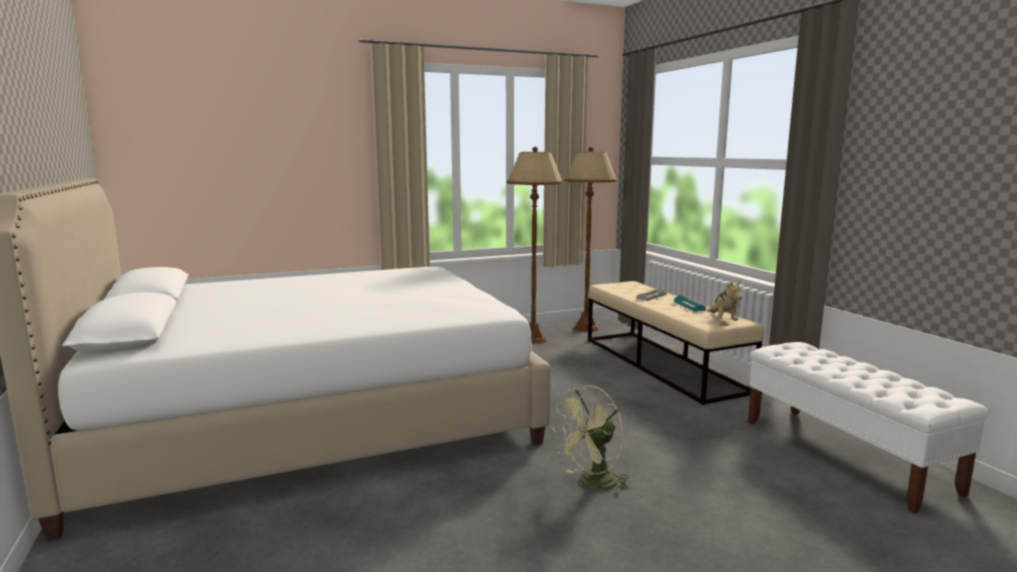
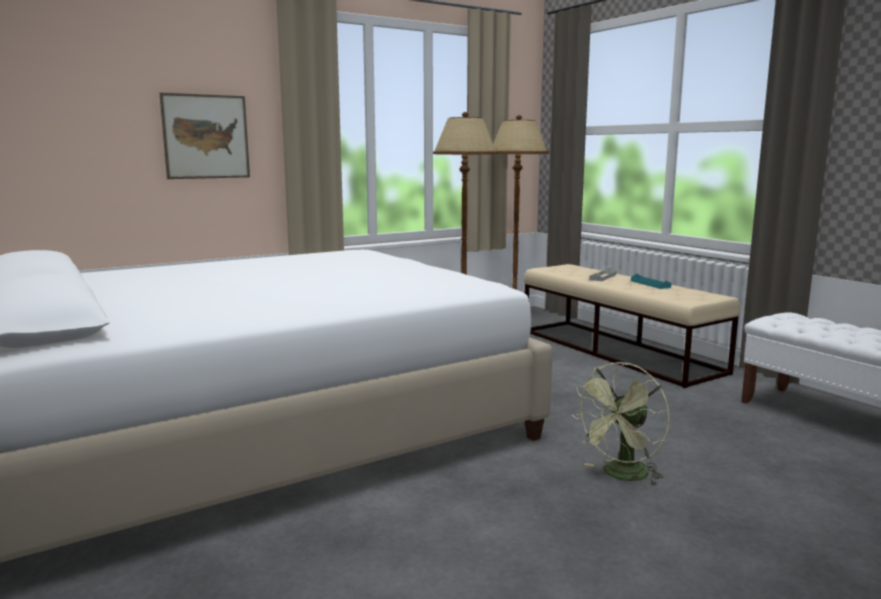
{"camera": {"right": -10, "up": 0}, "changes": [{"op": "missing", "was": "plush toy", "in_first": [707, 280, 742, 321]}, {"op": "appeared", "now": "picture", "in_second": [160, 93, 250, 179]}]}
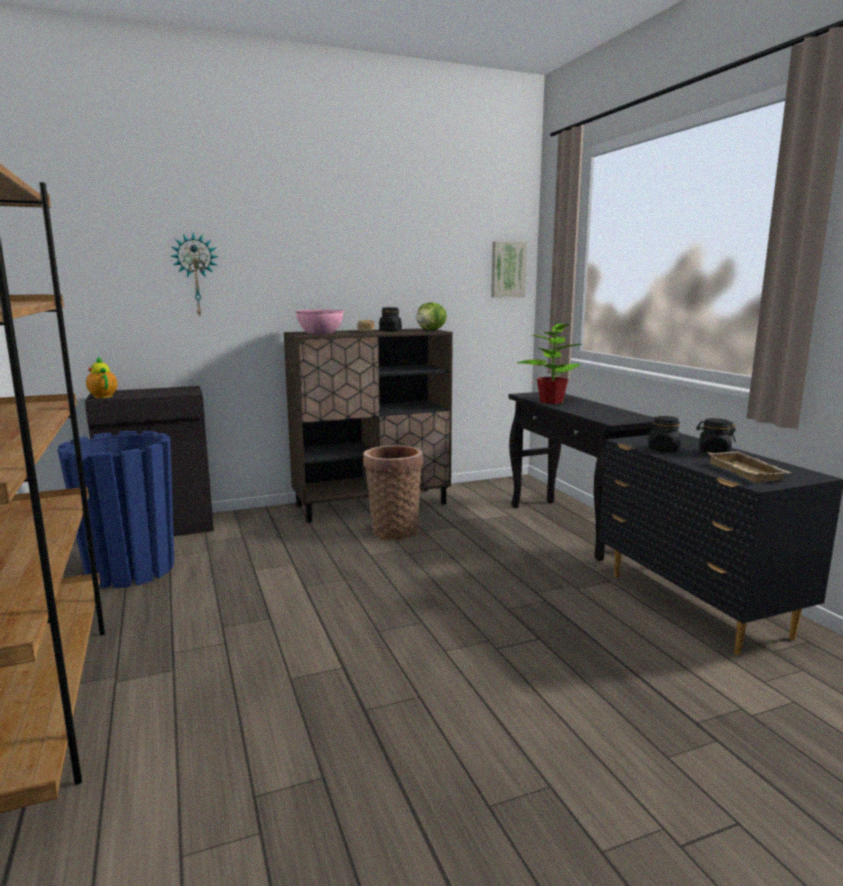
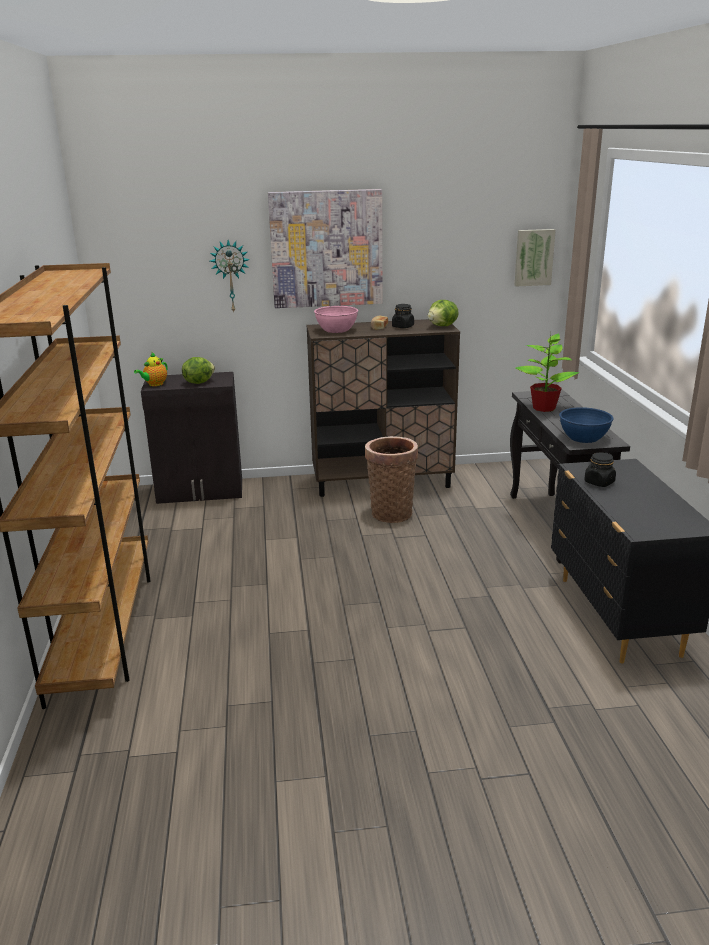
{"camera": {"right": 15, "up": 10}, "changes": [{"op": "missing", "was": "blue planter", "in_first": [57, 431, 174, 588]}, {"op": "spun", "was": "teapot", "in_first": [86, 356, 118, 398], "in_second": [134, 352, 168, 386], "clockwise": -120}, {"op": "missing", "was": "black jar", "in_first": [696, 418, 736, 454]}, {"op": "missing", "was": "beige tray", "in_first": [707, 451, 791, 483]}, {"op": "appeared", "now": "lettuce", "in_second": [182, 357, 215, 384]}, {"op": "appeared", "now": "picture", "in_second": [268, 189, 383, 308]}, {"op": "appeared", "now": "blue bowl", "in_second": [559, 407, 614, 443]}]}
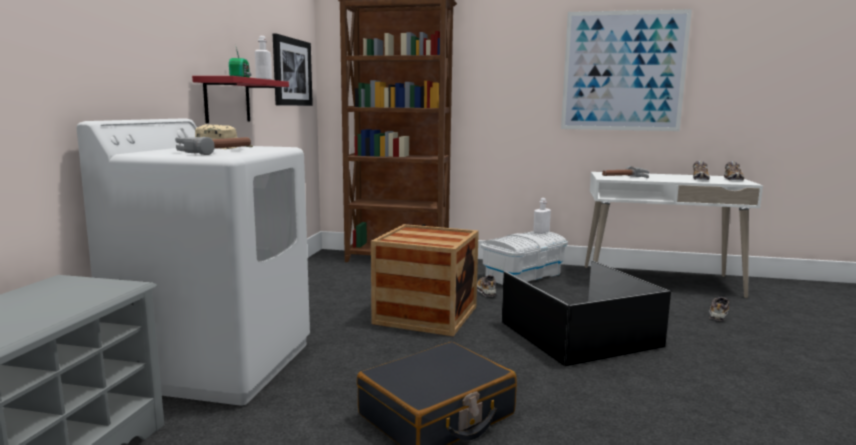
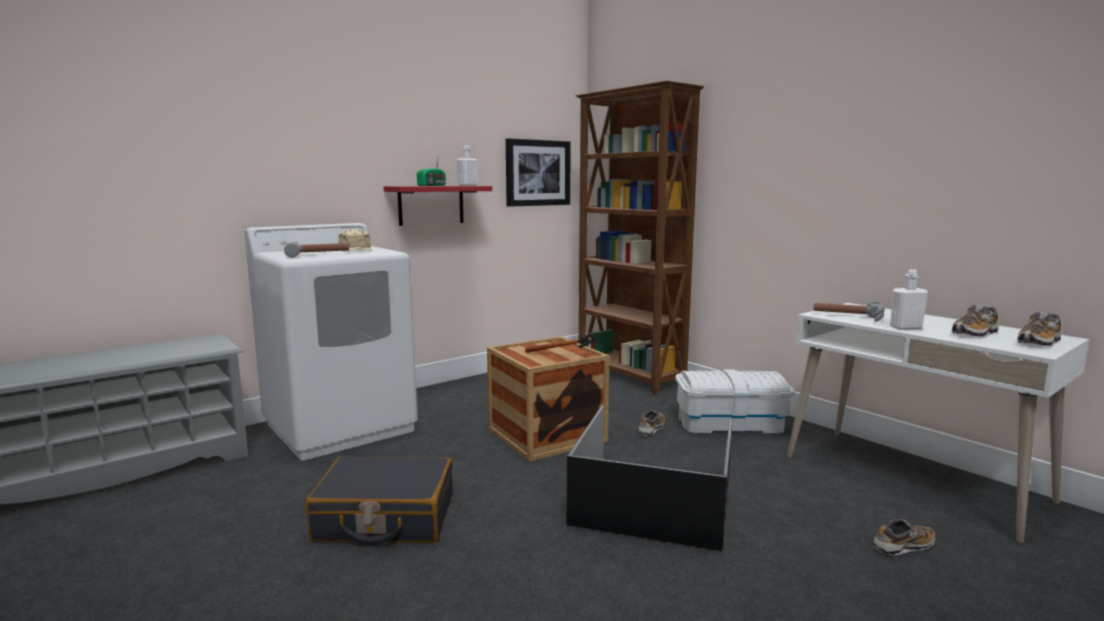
{"camera": {"right": 40, "up": 0}, "changes": [{"op": "relocated", "was": "white bottle", "in_first": [533, 198, 551, 234], "in_second": [890, 269, 928, 330]}, {"op": "missing", "was": "picture", "in_first": [561, 9, 692, 131]}, {"op": "appeared", "now": "hammer", "in_second": [525, 332, 596, 353]}]}
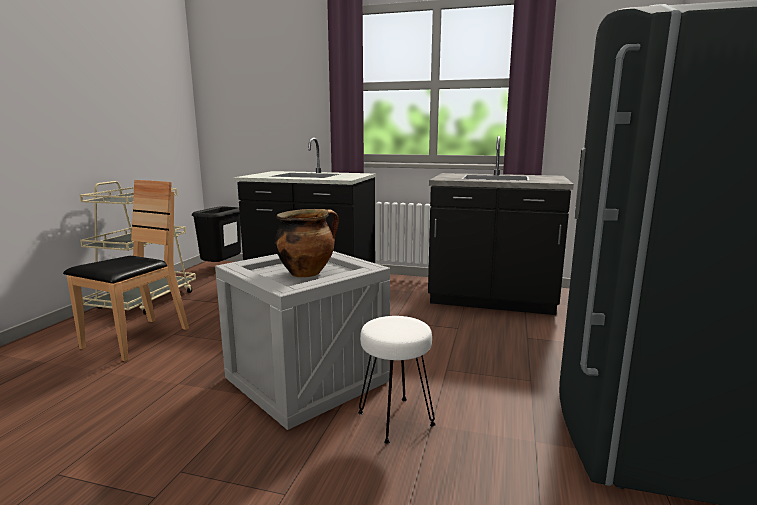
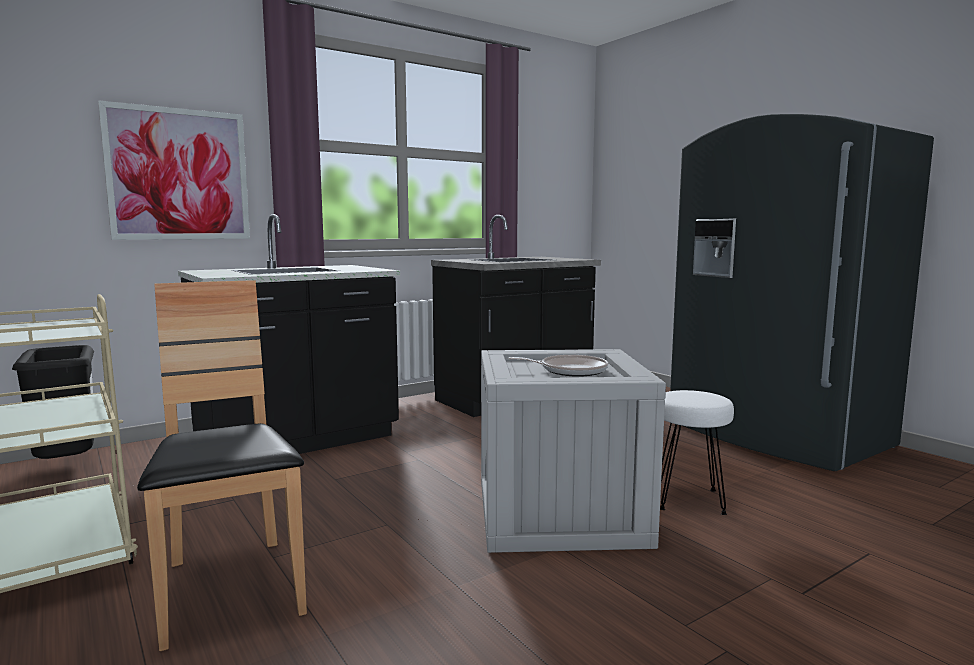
{"camera": {"right": -50, "up": -5}, "changes": [{"op": "exchanged", "was": "cooking pot", "now": "frying pan", "in_first": [275, 209, 339, 277], "in_second": [508, 355, 608, 377]}, {"op": "appeared", "now": "picture", "in_second": [98, 100, 250, 240]}]}
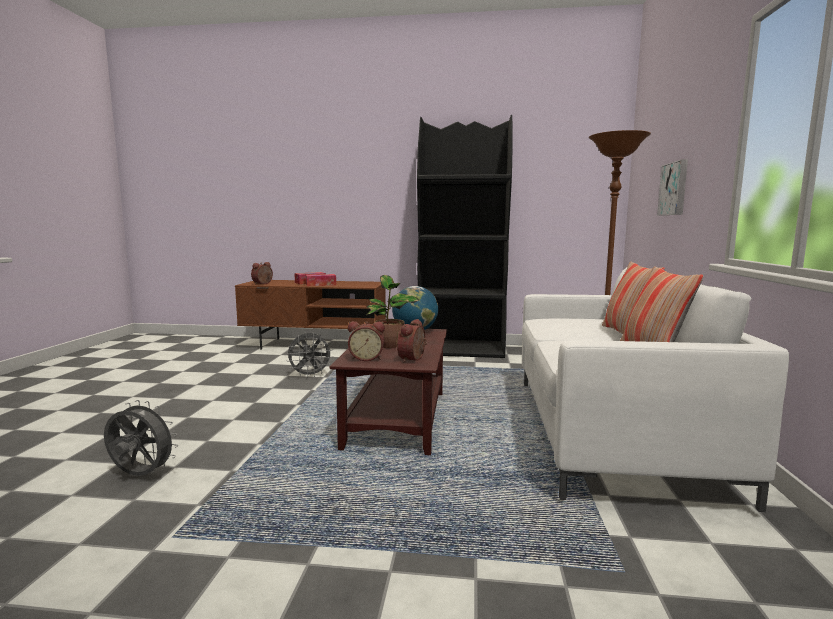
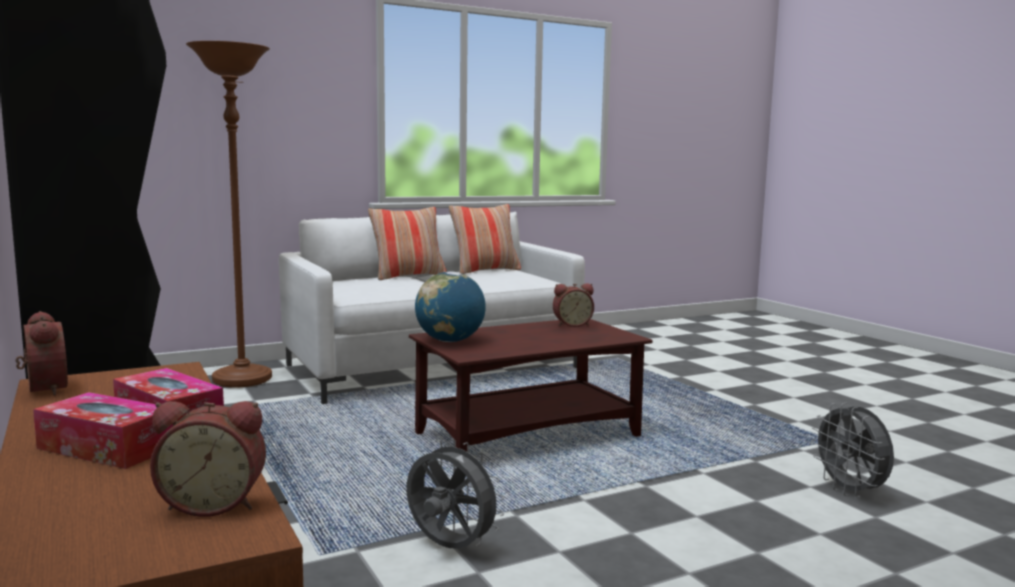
{"camera": {"right": -125, "up": 0}, "changes": [{"op": "relocated", "was": "alarm clock", "in_first": [348, 321, 385, 361], "in_second": [15, 311, 68, 395]}, {"op": "missing", "was": "potted plant", "in_first": [367, 275, 419, 348]}, {"op": "missing", "was": "picture", "in_first": [657, 159, 688, 216]}]}
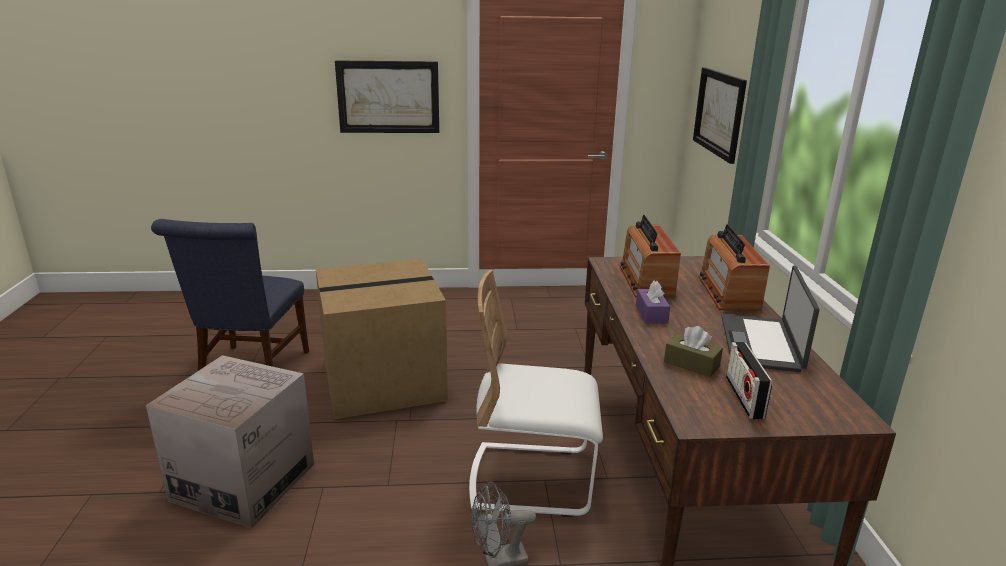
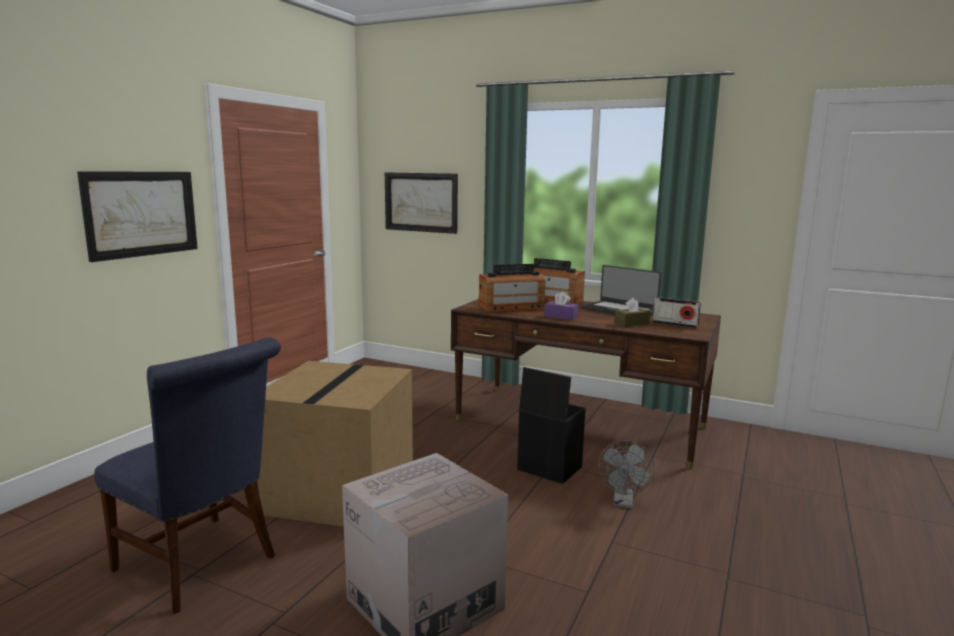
{"camera": {"right": -60, "up": -10}, "changes": [{"op": "exchanged", "was": "white chair", "now": "black storage box", "in_first": [469, 270, 603, 517], "in_second": [517, 367, 585, 484]}, {"op": "spun", "was": "radio", "in_first": [620, 215, 681, 297], "in_second": [479, 264, 545, 313], "clockwise": -45}]}
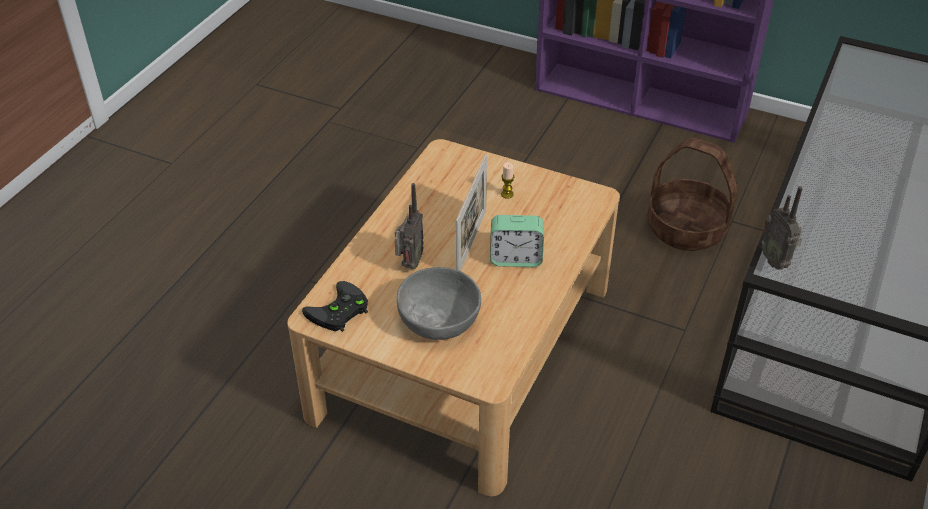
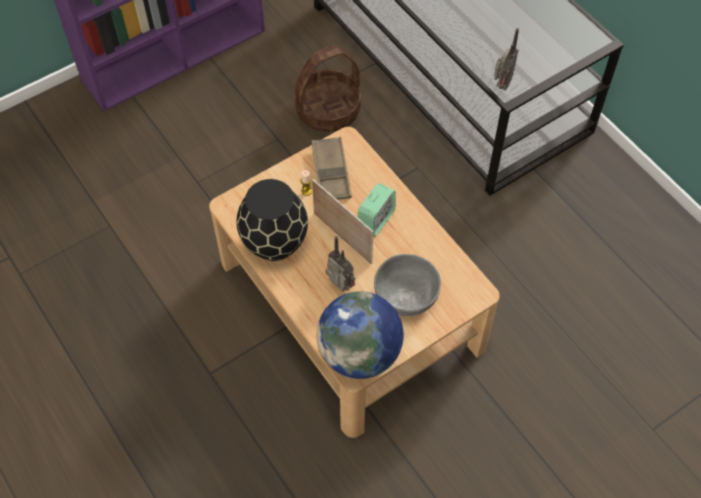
{"camera": {"right": -60, "up": 15}, "changes": [{"op": "exchanged", "was": "black game controller", "now": "globe", "in_first": [302, 281, 368, 332], "in_second": [317, 292, 404, 379]}, {"op": "spun", "was": "radio", "in_first": [762, 186, 803, 270], "in_second": [494, 28, 519, 90], "clockwise": -75}, {"op": "appeared", "now": "black vase", "in_second": [236, 179, 308, 261]}, {"op": "appeared", "now": "brown tray", "in_second": [312, 137, 352, 200]}]}
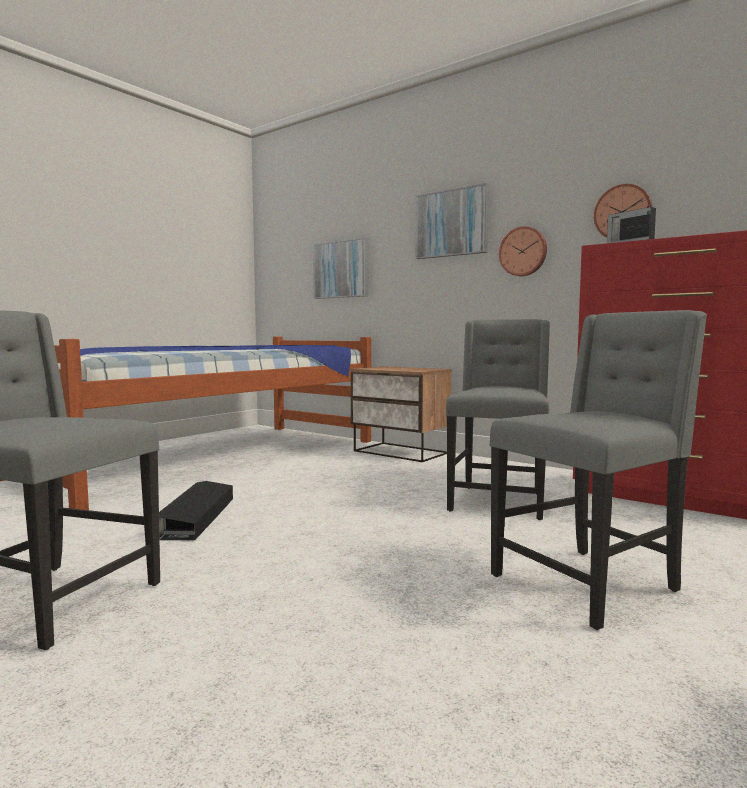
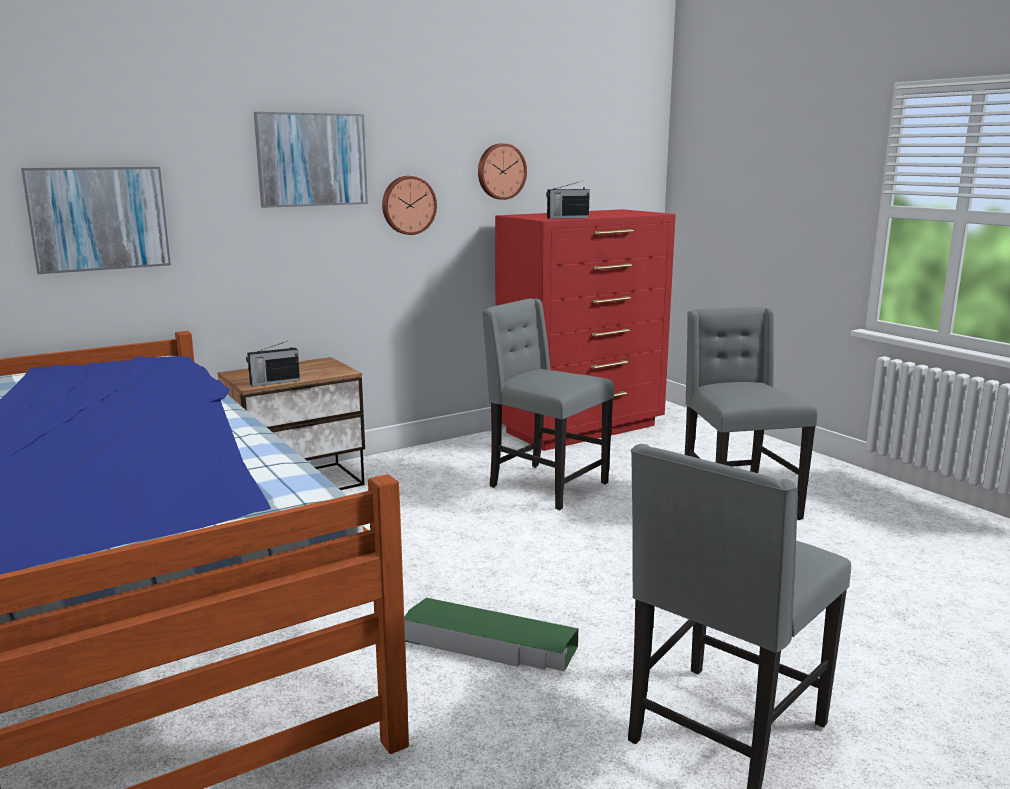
{"camera": {"right": -70, "up": 10}, "changes": [{"op": "colour", "was": "black storage box", "now": "green storage box", "in_first": [159, 481, 233, 540], "in_second": [404, 598, 578, 671]}, {"op": "appeared", "now": "radio", "in_second": [246, 341, 300, 387]}]}
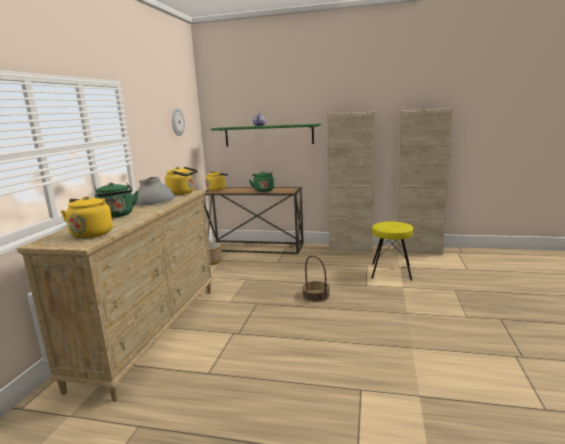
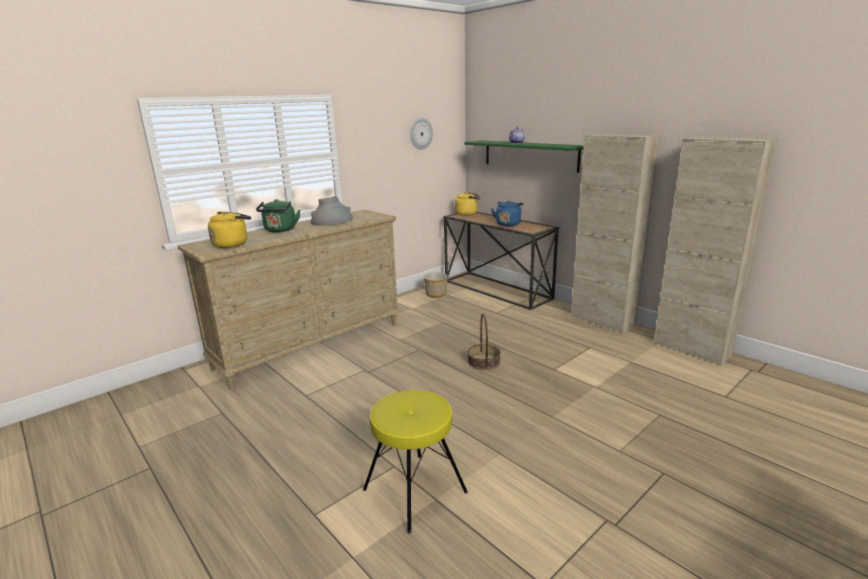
{"camera": {"right": 35, "up": 5}, "changes": [{"op": "missing", "was": "yellow kettle", "in_first": [165, 167, 198, 195]}, {"op": "colour", "was": "green kettle", "now": "blue kettle", "in_first": [249, 171, 274, 192], "in_second": [491, 201, 523, 226]}, {"op": "relocated", "was": "yellow stool", "in_first": [371, 222, 413, 281], "in_second": [363, 390, 468, 534]}]}
